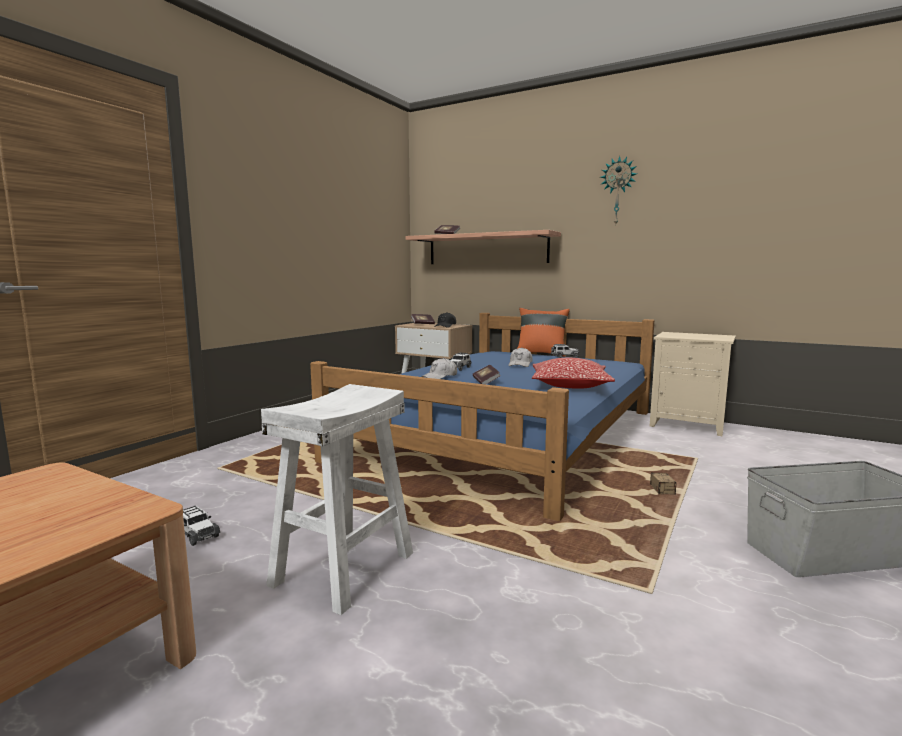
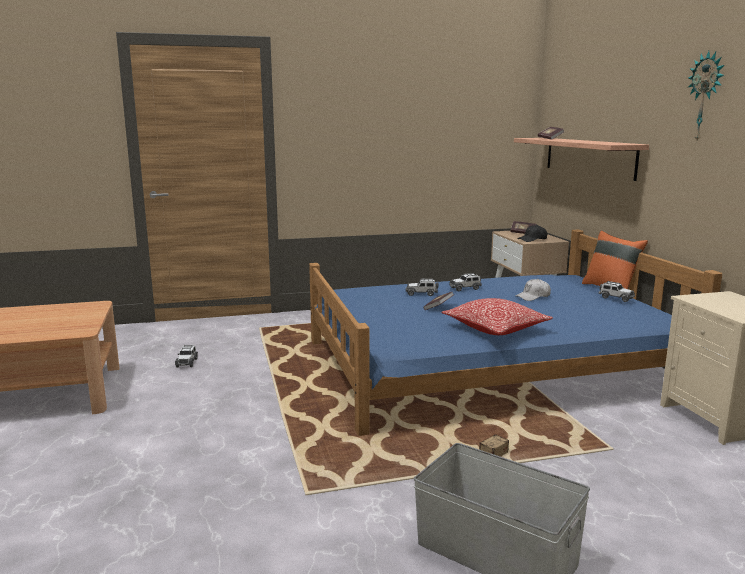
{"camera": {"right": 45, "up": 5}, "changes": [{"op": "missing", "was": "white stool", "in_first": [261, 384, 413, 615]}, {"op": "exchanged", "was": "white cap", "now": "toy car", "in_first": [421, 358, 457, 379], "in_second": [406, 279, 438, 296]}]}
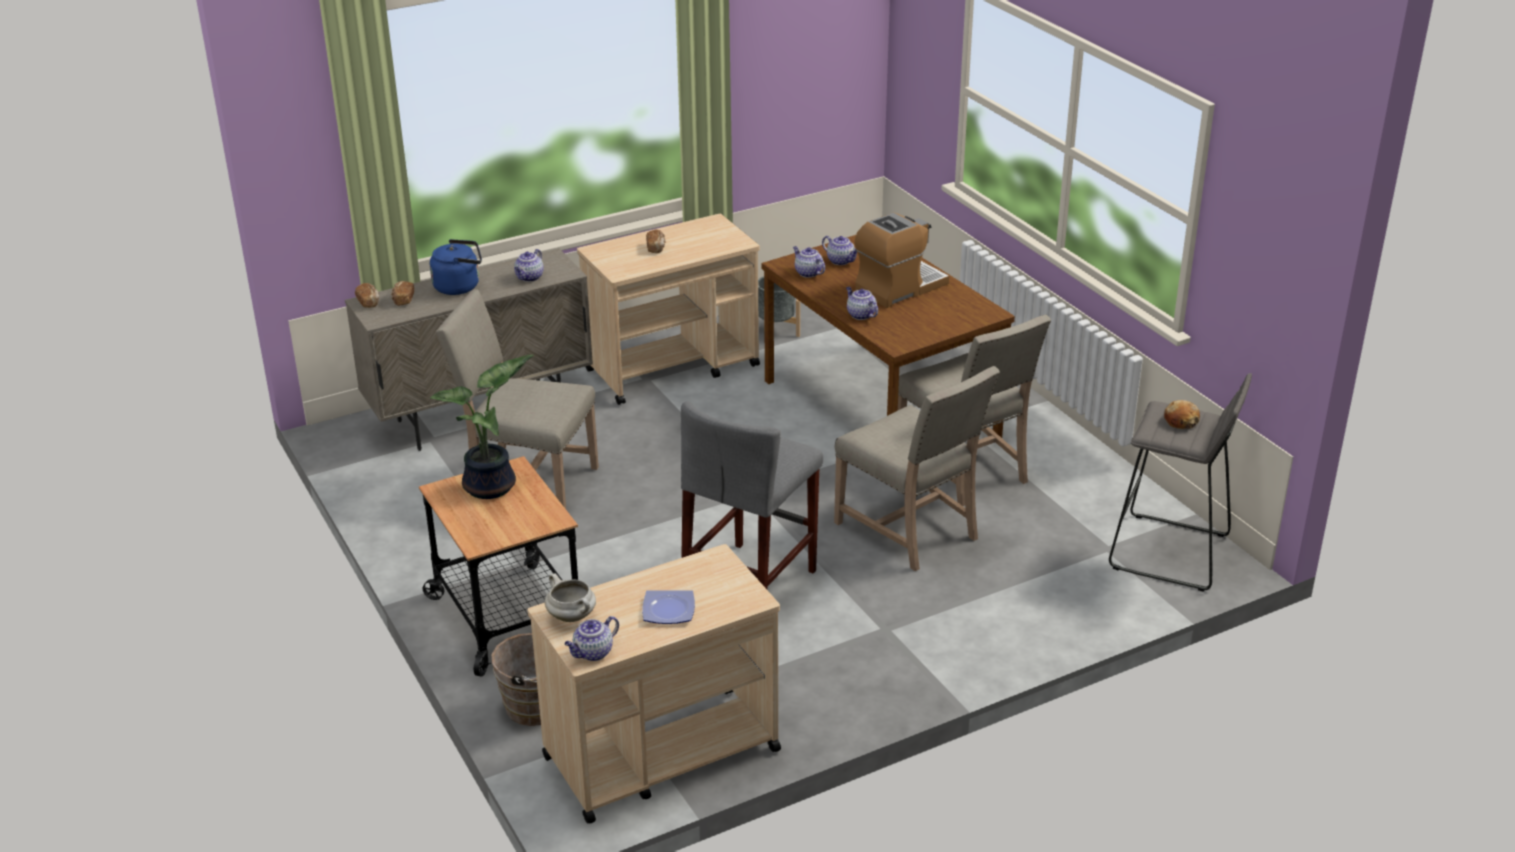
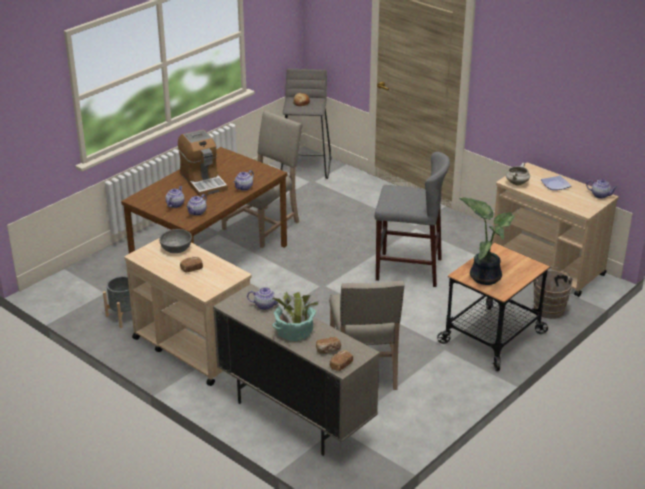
{"camera": {"right": -110, "up": 0}, "changes": [{"op": "exchanged", "was": "blue kettle", "now": "potted plant", "in_first": [430, 239, 482, 295], "in_second": [272, 291, 319, 341]}, {"op": "relocated", "was": "white cooking pot", "in_first": [545, 574, 596, 622], "in_second": [506, 163, 530, 185]}, {"op": "missing", "was": "beige chair", "in_first": [834, 366, 1000, 571]}, {"op": "spun", "was": "coffee machine", "in_first": [854, 213, 949, 308], "in_second": [178, 130, 228, 197], "clockwise": -150}, {"op": "appeared", "now": "grey bowl", "in_second": [159, 229, 192, 253]}]}
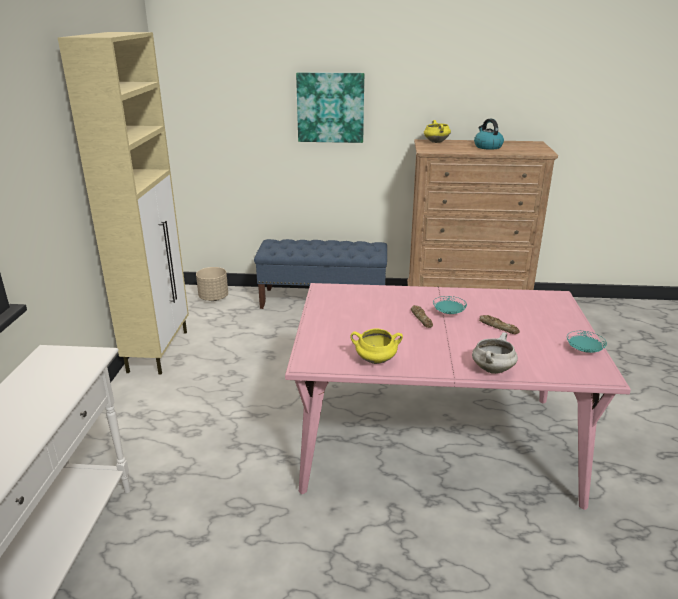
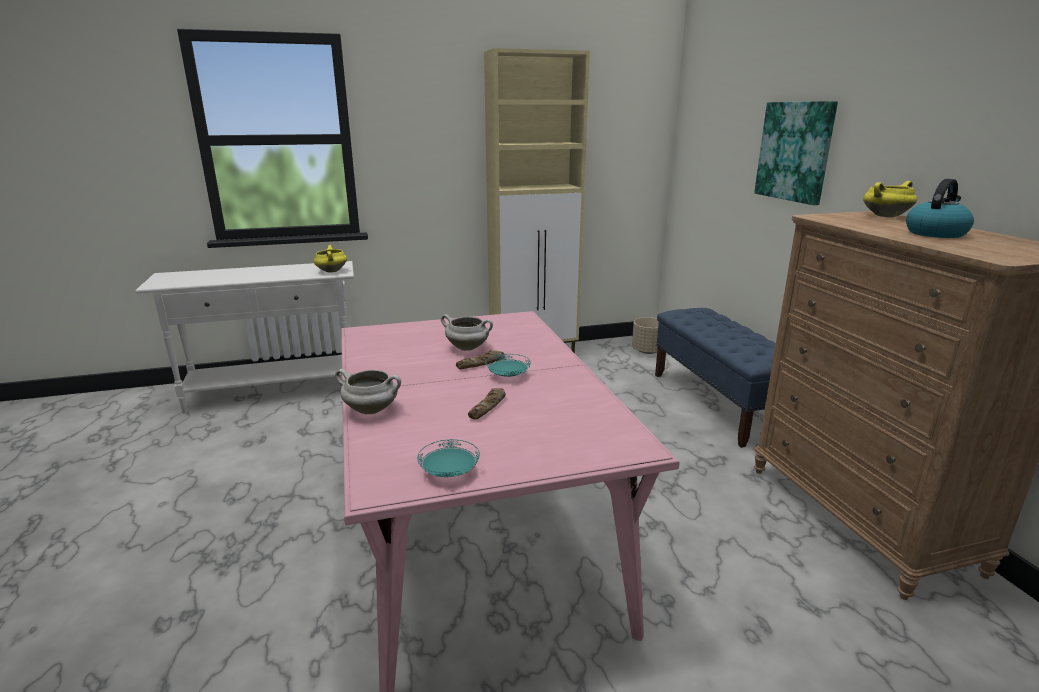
{"camera": {"right": 70, "up": -5}, "changes": [{"op": "relocated", "was": "yellow cooking pot", "in_first": [350, 329, 403, 364], "in_second": [313, 245, 347, 273]}, {"op": "appeared", "now": "white cooking pot", "in_second": [441, 314, 493, 351]}]}
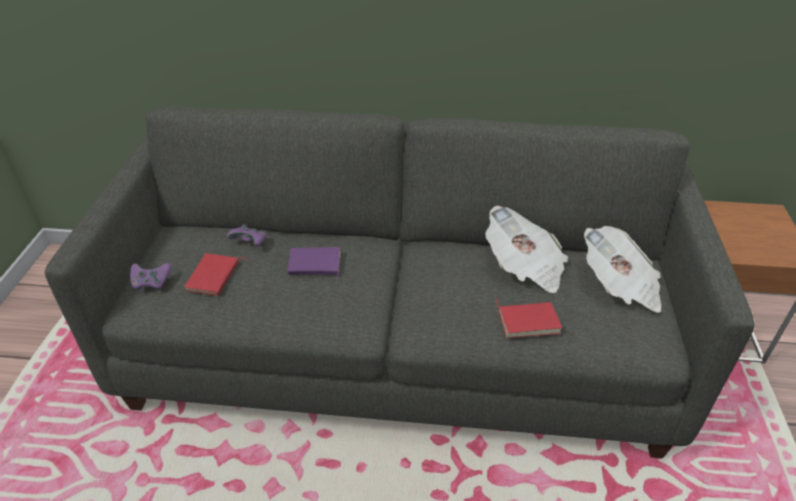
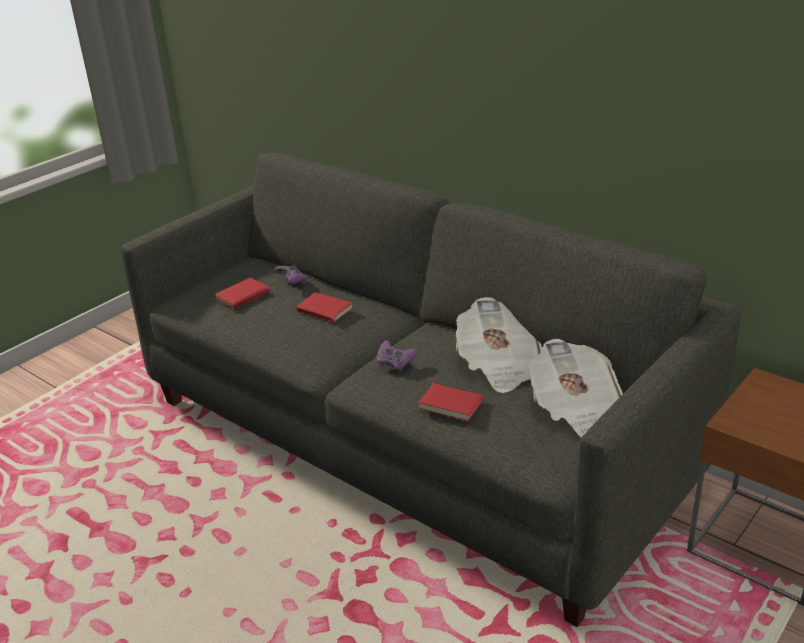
{"camera": {"right": 35, "up": -10}, "changes": [{"op": "relocated", "was": "purple game controller", "in_first": [130, 263, 171, 290], "in_second": [376, 340, 418, 372]}, {"op": "colour", "was": "purple book", "now": "red book", "in_first": [288, 247, 341, 279], "in_second": [296, 293, 353, 324]}]}
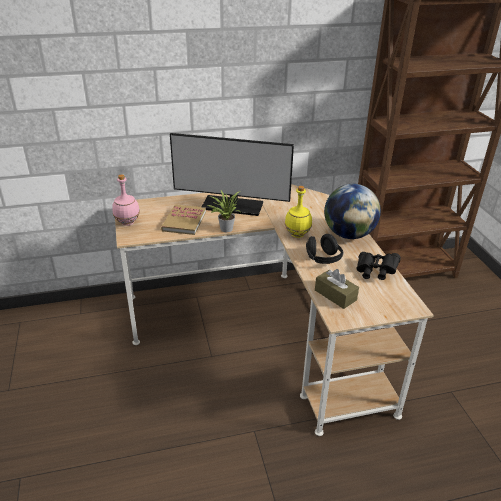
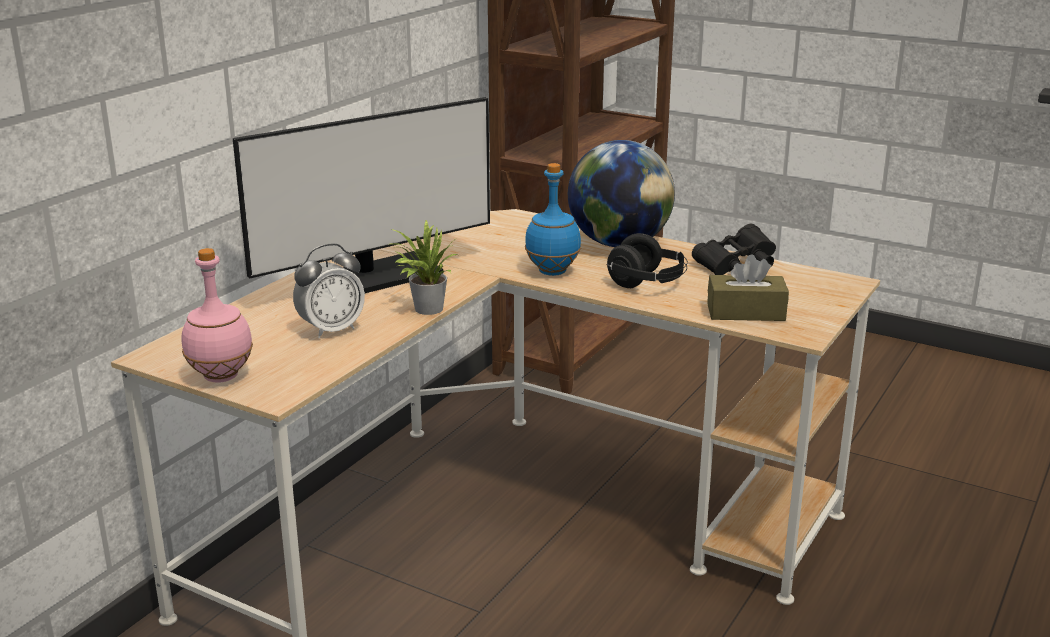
{"camera": {"right": -45, "up": -10}, "changes": [{"op": "exchanged", "was": "book", "now": "alarm clock", "in_first": [161, 205, 206, 235], "in_second": [293, 244, 365, 339]}, {"op": "colour", "was": "yellow bottle", "now": "blue bottle", "in_first": [285, 186, 312, 238], "in_second": [525, 163, 581, 276]}]}
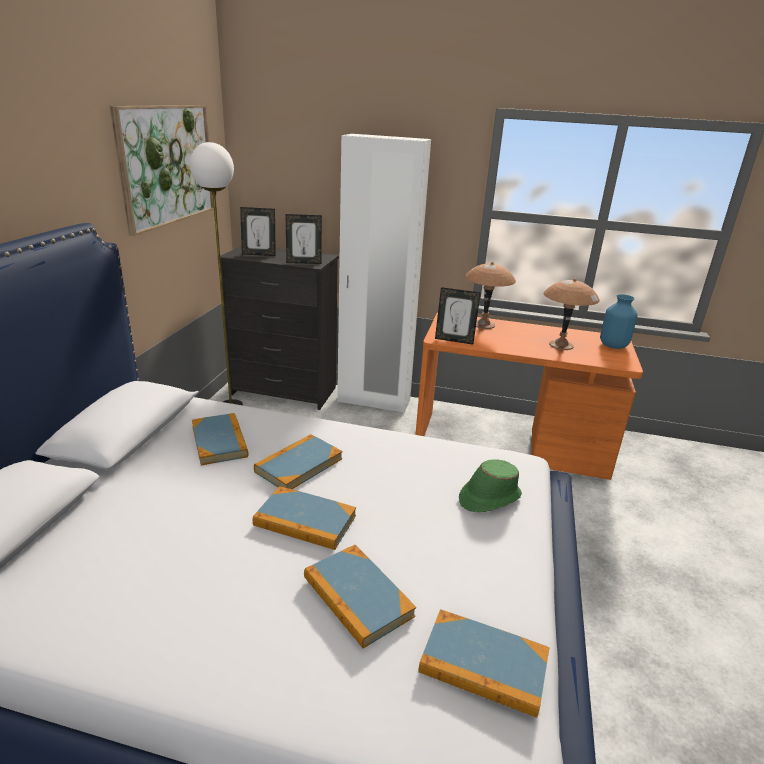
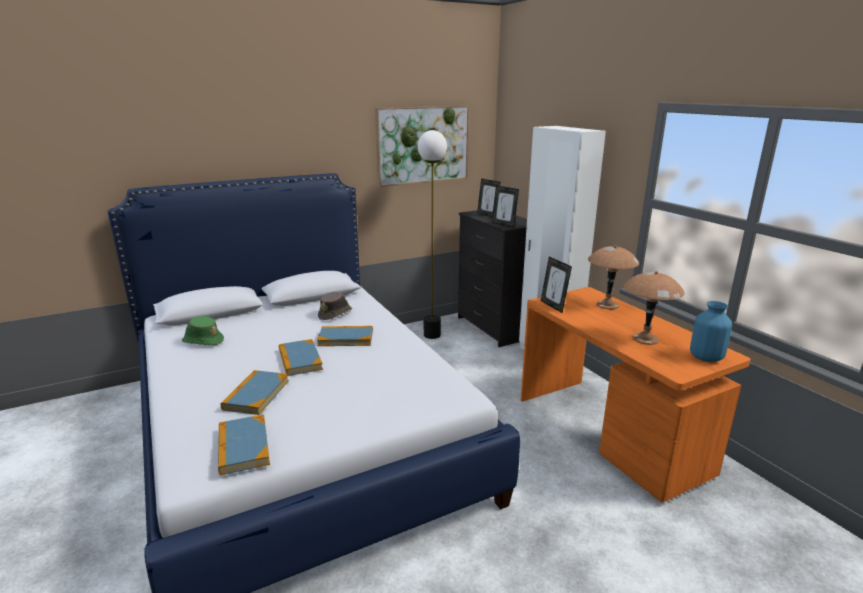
{"camera": {"right": 50, "up": -5}, "changes": [{"op": "exchanged", "was": "book", "now": "brown hat", "in_first": [192, 413, 249, 465], "in_second": [318, 292, 352, 320]}, {"op": "relocated", "was": "green hat", "in_first": [459, 459, 522, 512], "in_second": [182, 316, 224, 345]}]}
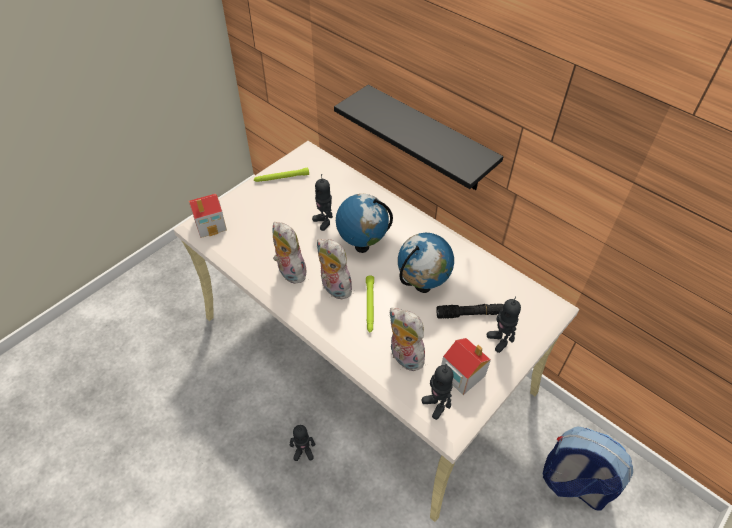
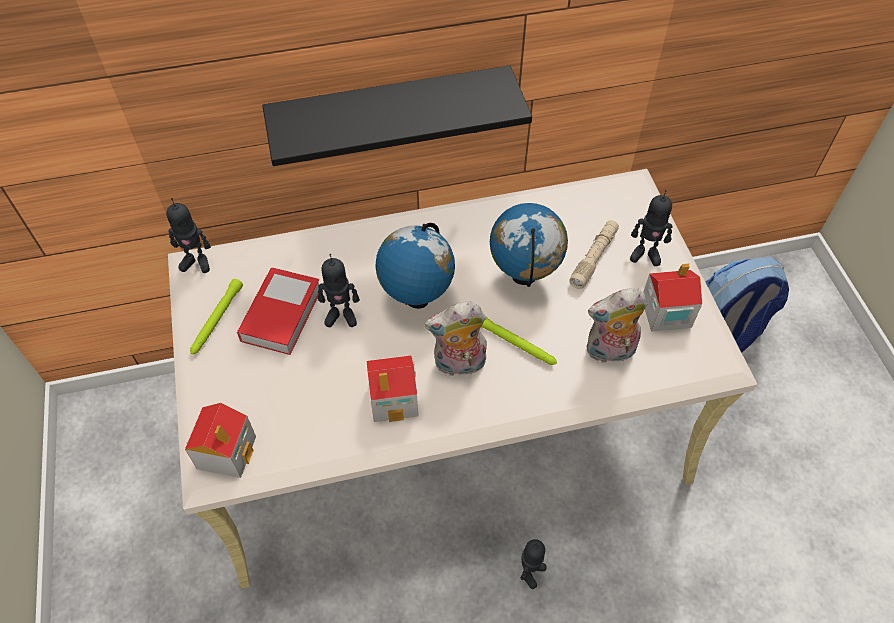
{"camera": {"right": -55, "up": 5}, "changes": [{"op": "exchanged", "was": "plush toy", "now": "toy house", "in_first": [273, 222, 309, 284], "in_second": [367, 356, 418, 422]}, {"op": "relocated", "was": "toy robot", "in_first": [422, 364, 453, 420], "in_second": [166, 198, 211, 273]}, {"op": "colour", "was": "black flashlight", "now": "beige flashlight", "in_first": [436, 304, 503, 319], "in_second": [569, 220, 619, 289]}, {"op": "appeared", "now": "book", "in_second": [237, 267, 319, 355]}]}
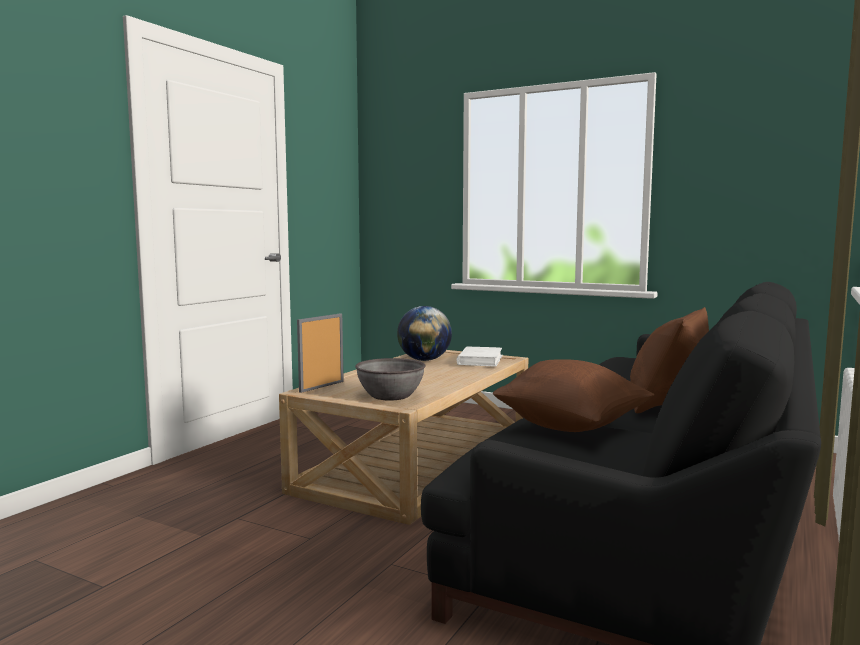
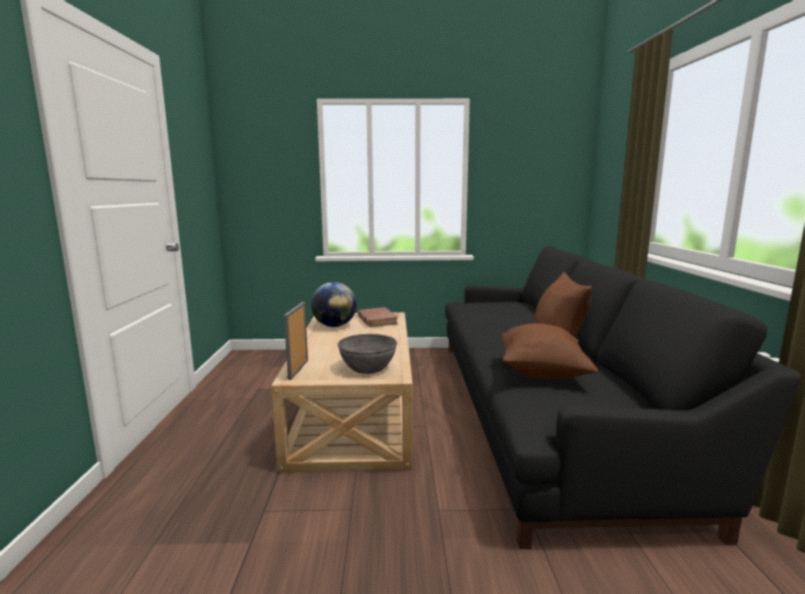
{"camera": {"right": -30, "up": 5}, "changes": [{"op": "colour", "was": "white book", "now": "brown book", "in_first": [456, 347, 503, 367], "in_second": [358, 307, 398, 327]}]}
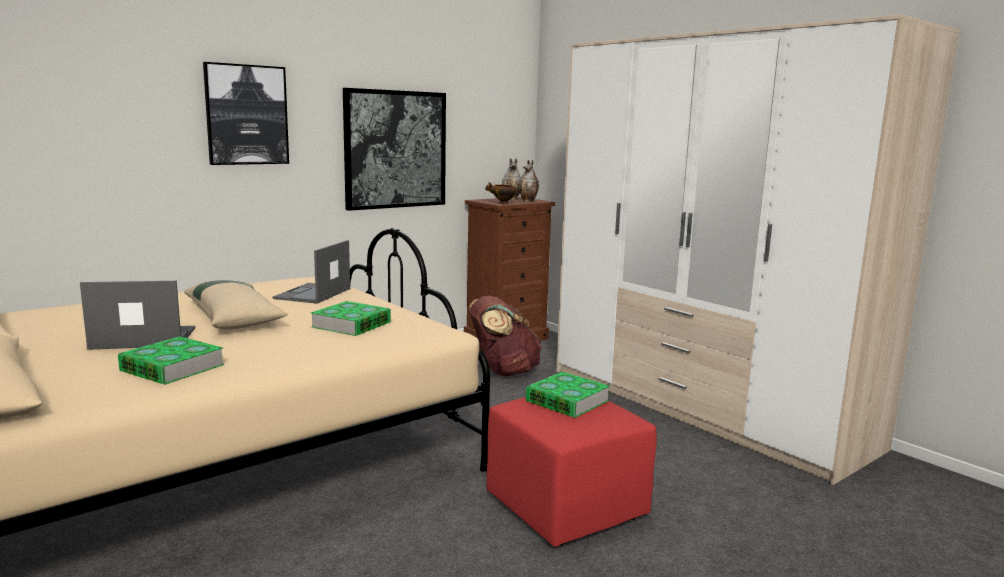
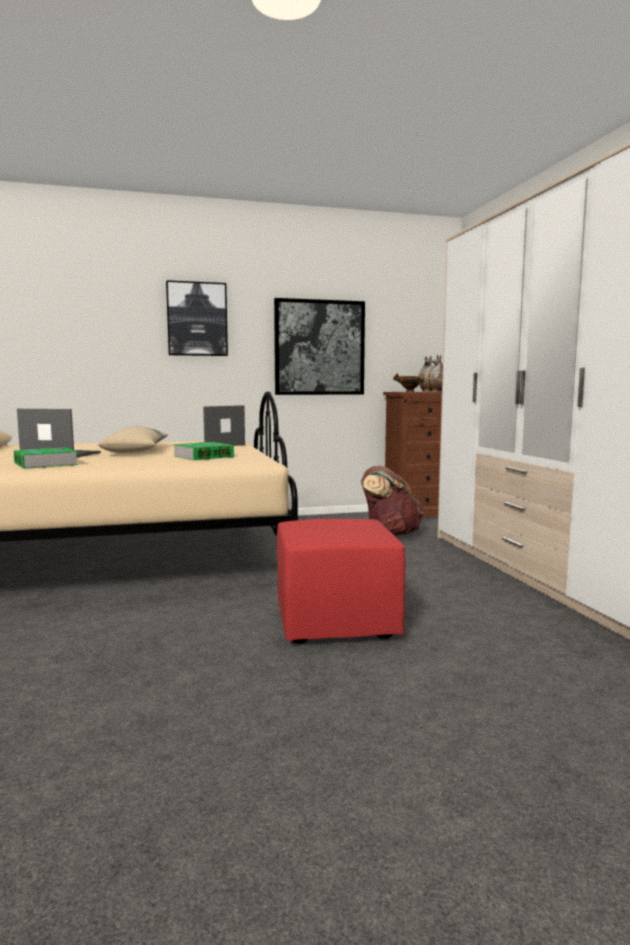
{"camera": {"right": 25, "up": -5}, "changes": [{"op": "missing", "was": "book", "in_first": [526, 372, 610, 418]}]}
